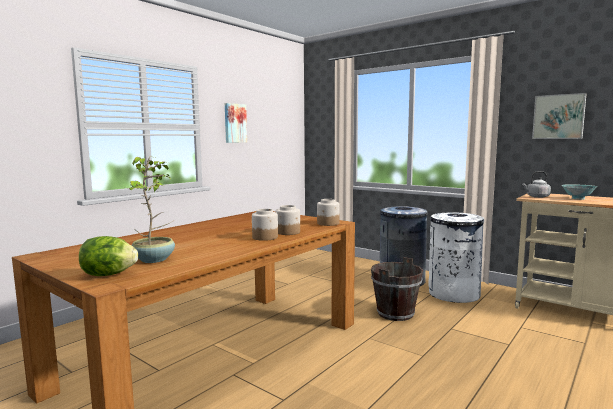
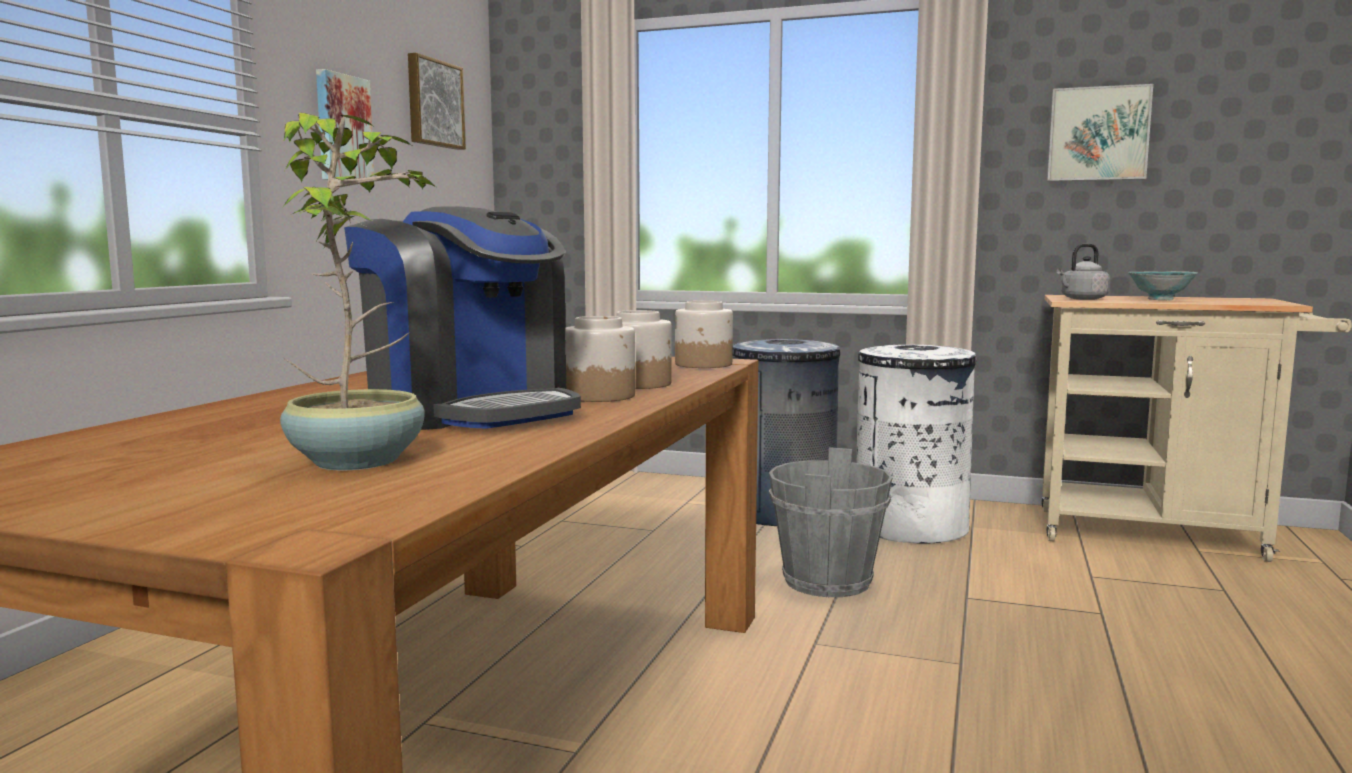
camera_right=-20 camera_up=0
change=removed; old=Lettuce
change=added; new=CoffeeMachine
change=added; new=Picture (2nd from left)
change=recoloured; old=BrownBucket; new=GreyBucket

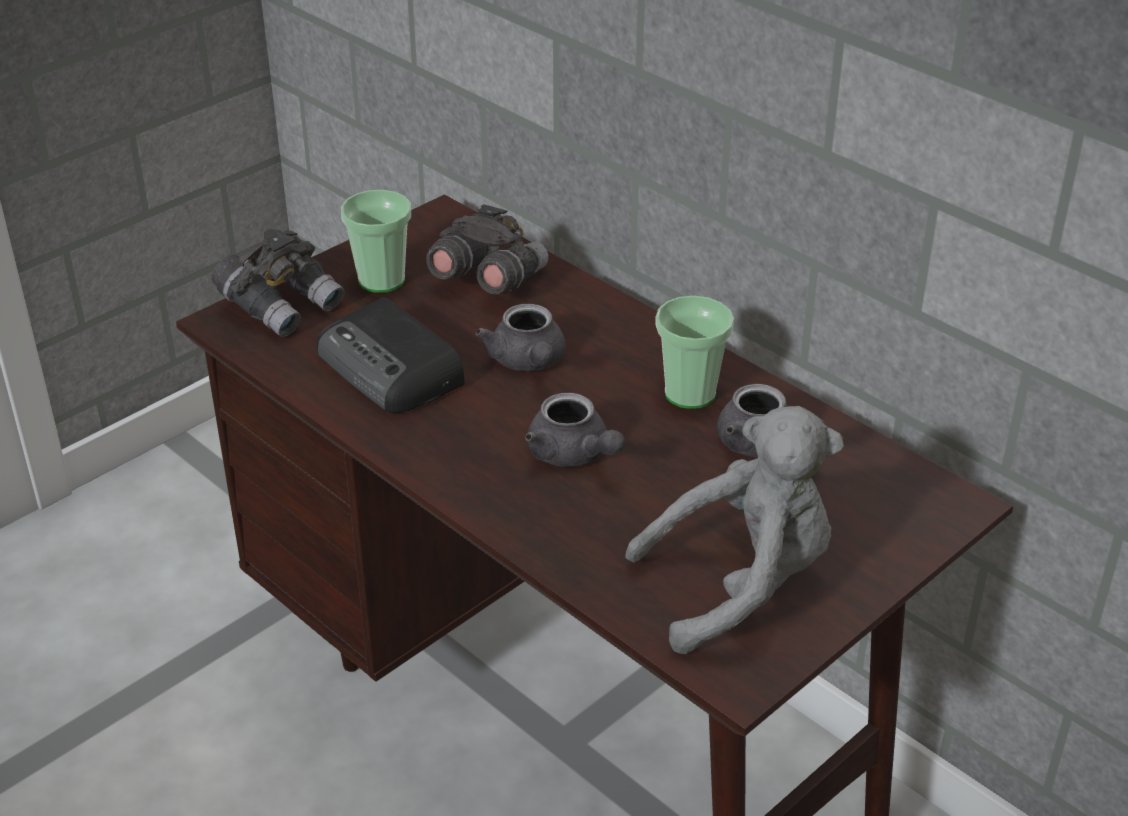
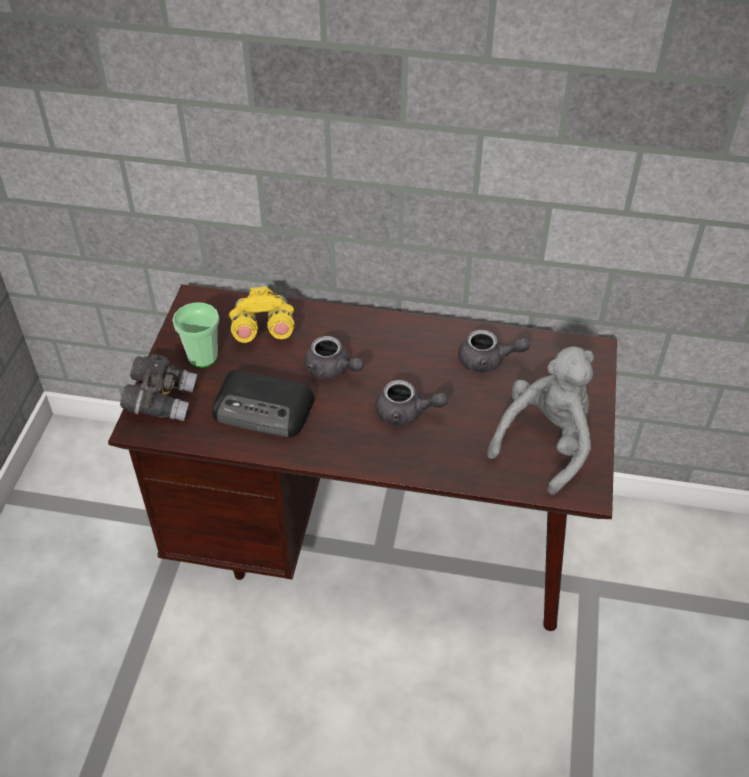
camera_right=-35 camera_up=10
change=removed; old=Cup (2nd from left)
change=recoloured; old=GreyBinoculars (2nd from left); new=YellowBinoculars

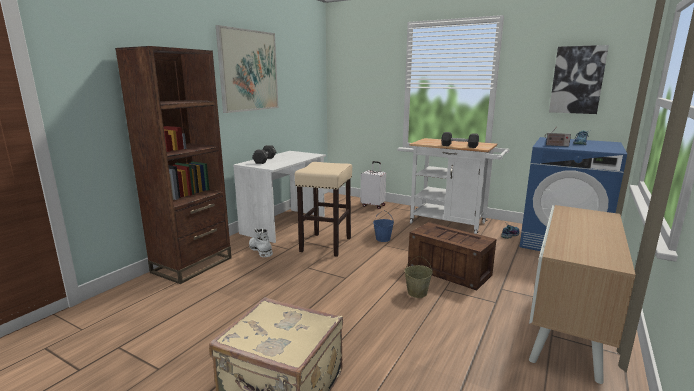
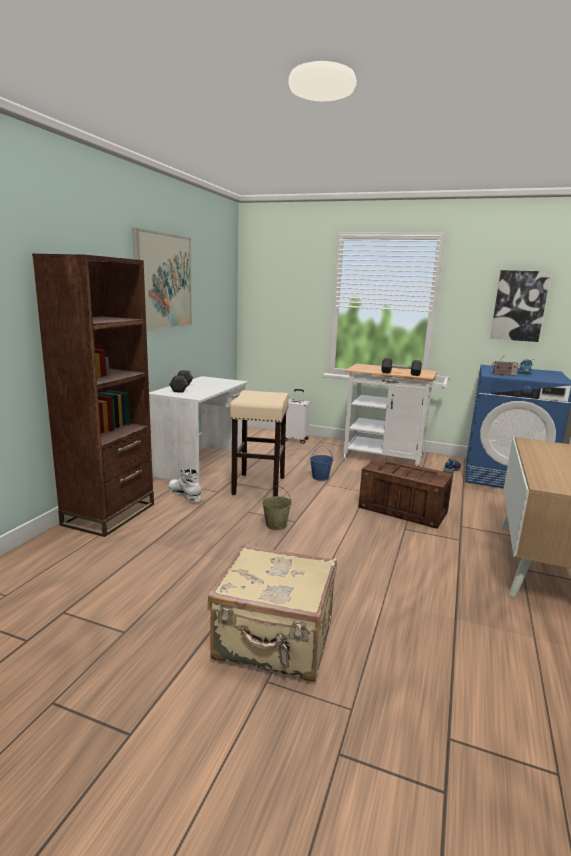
camera_right=-10 camera_up=0
change=moved; old=BeigeBucket

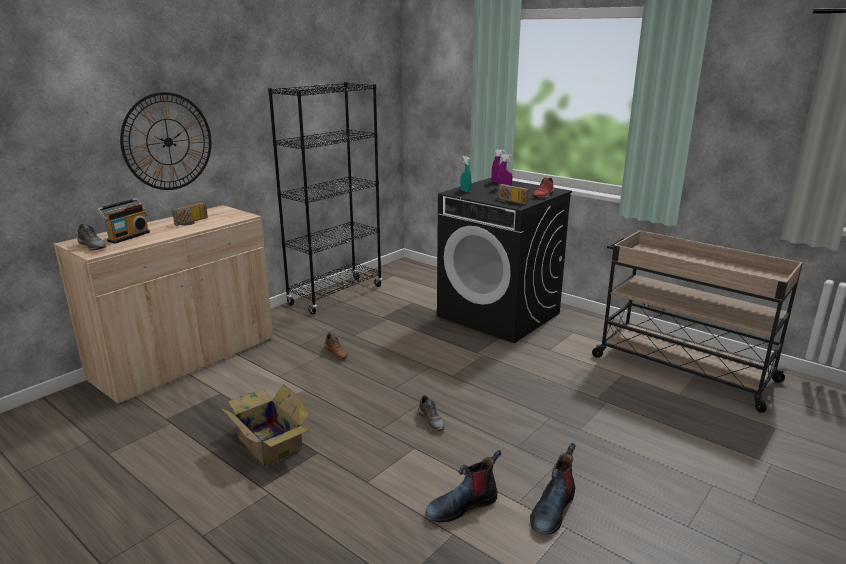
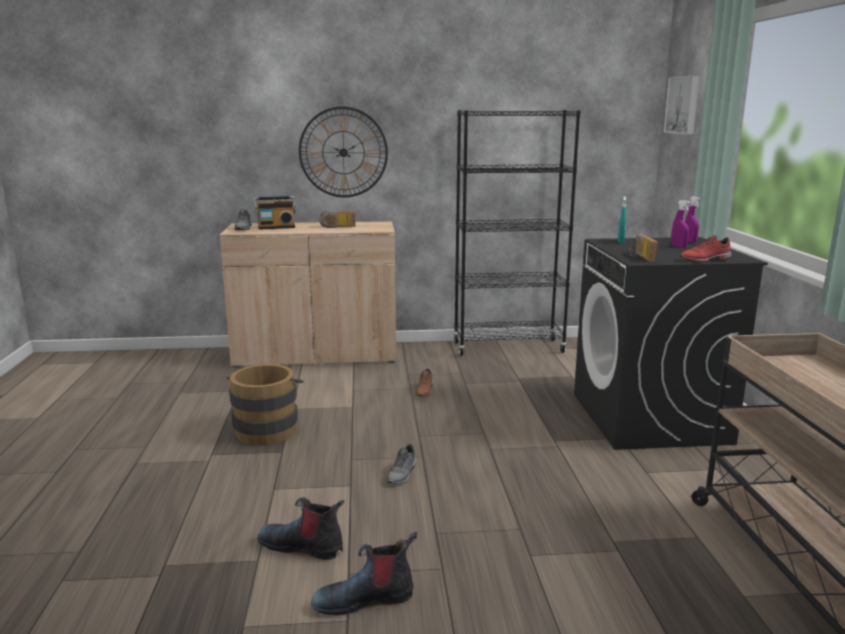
camera_right=45 camera_up=-5
change=added; new=Picture
change=replaced; old=CardboardBox; new=BrownBucket

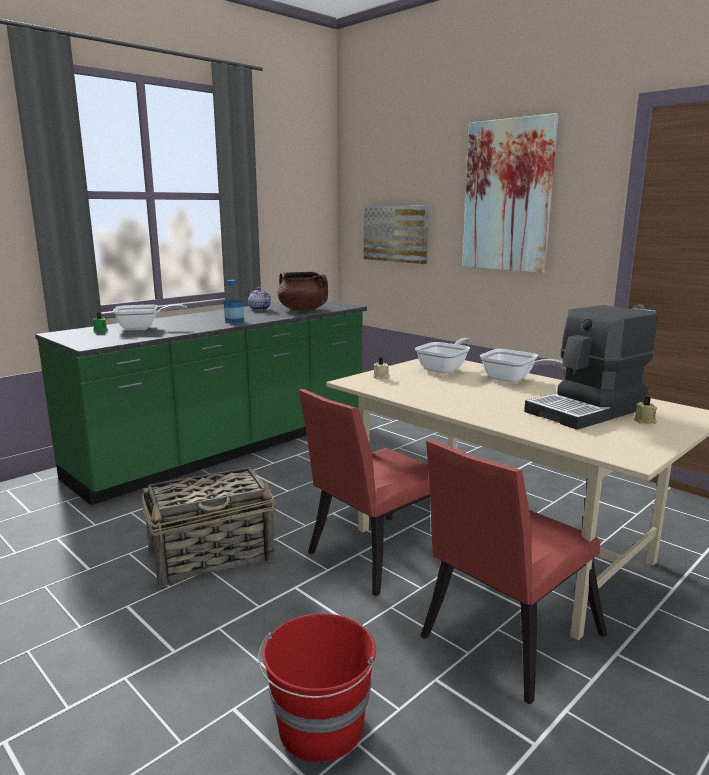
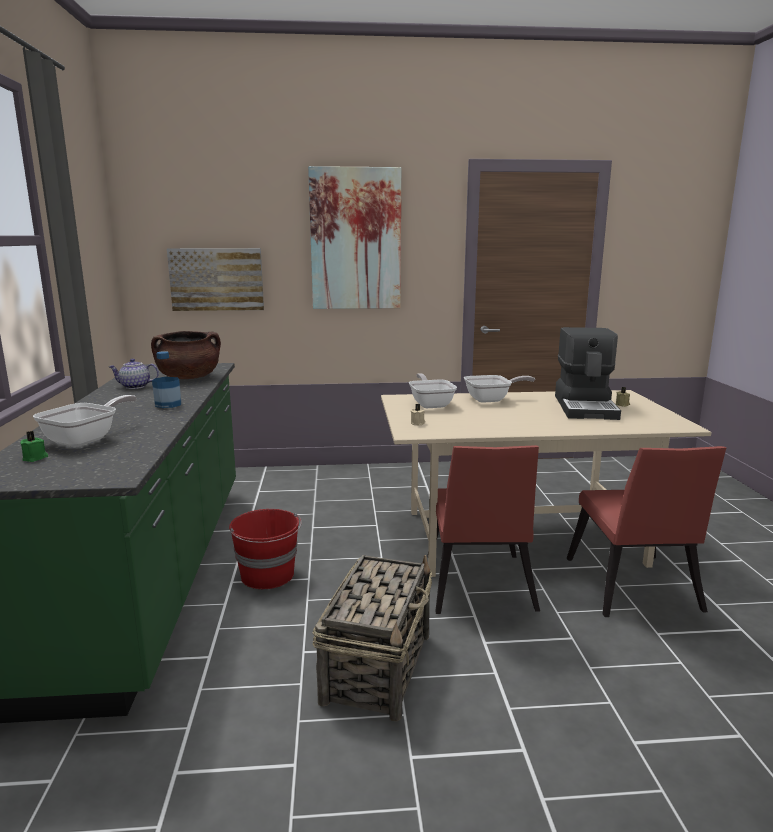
camera_right=-50 camera_up=0
change=moved; old=RedBucket

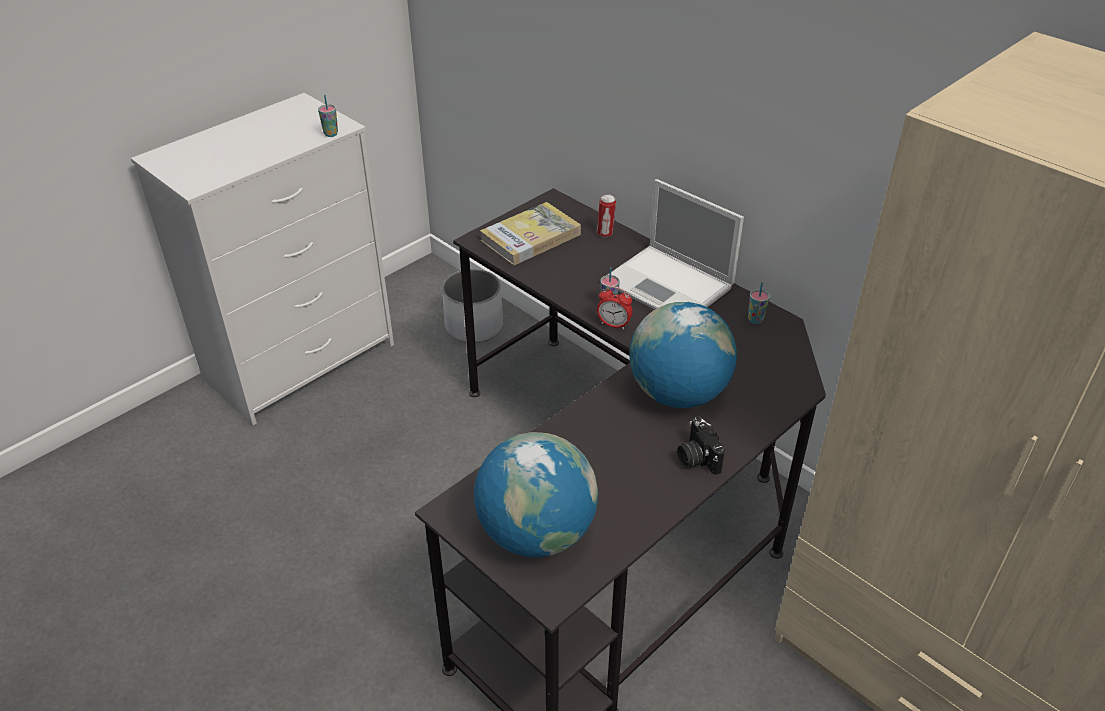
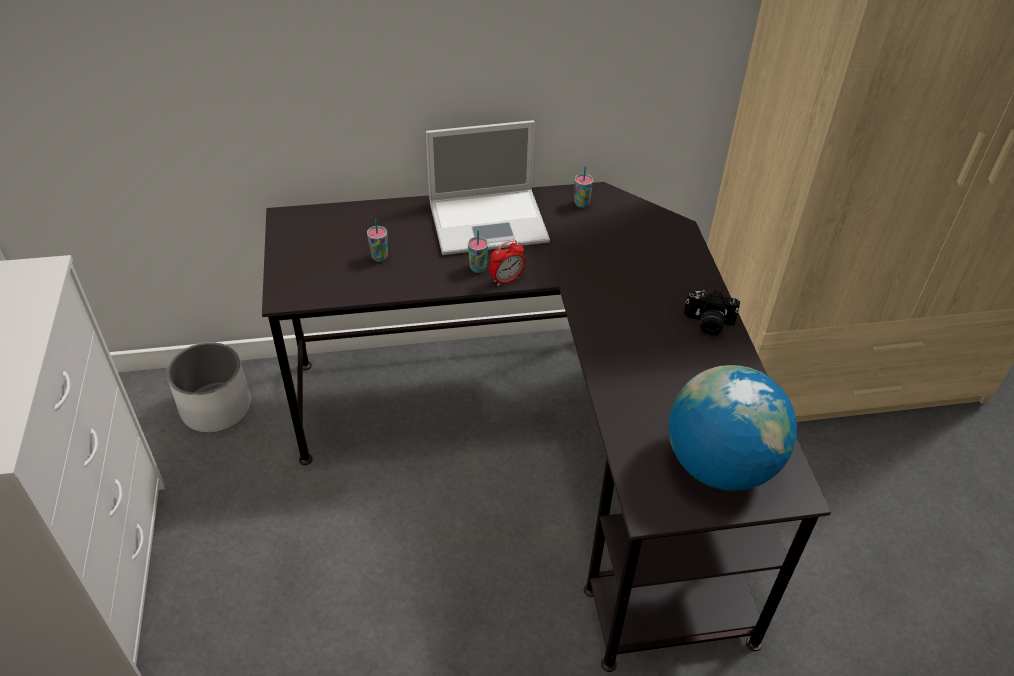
camera_right=-55 camera_up=5
change=removed; old=Book
change=removed; old=Can
change=removed; old=Globe (2nd from left)
change=moved; old=Cup (1st from left)

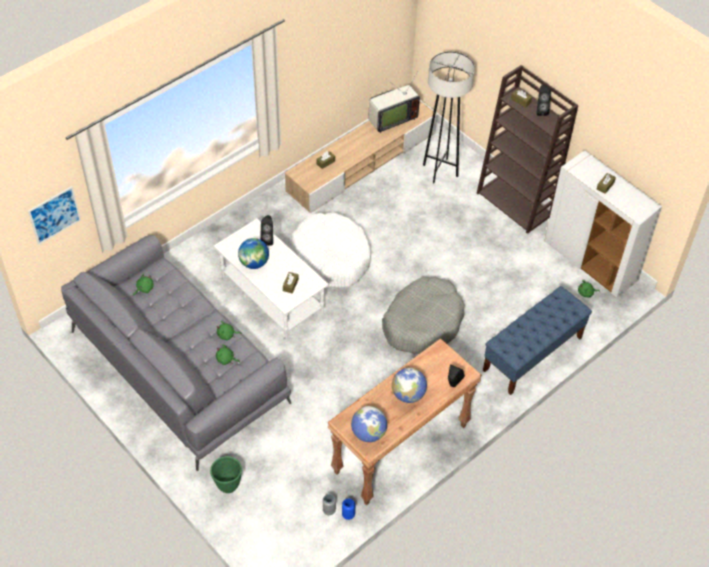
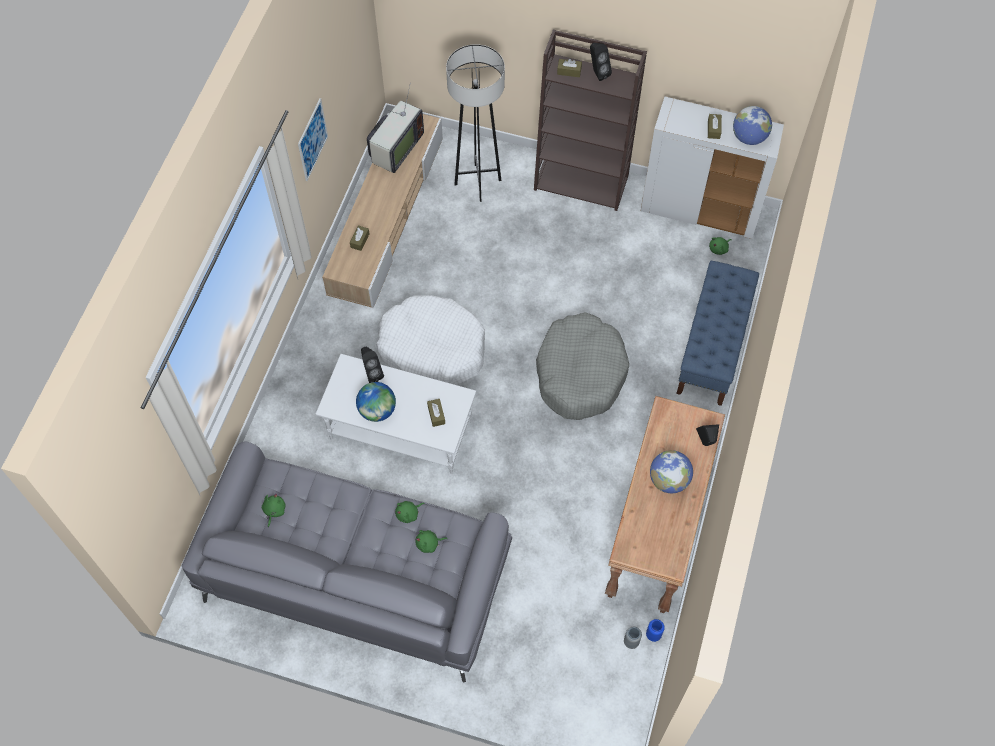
camera_right=-30 camera_up=10
change=removed; old=GreenPlanter
change=moved; old=Picture
change=moved; old=Globe (2nd from left in the first image); new=Globe (3rd from left)

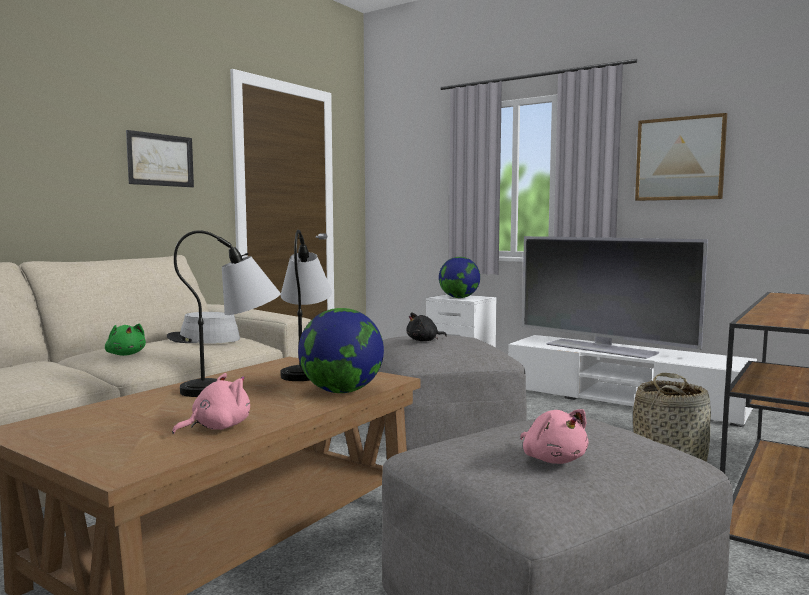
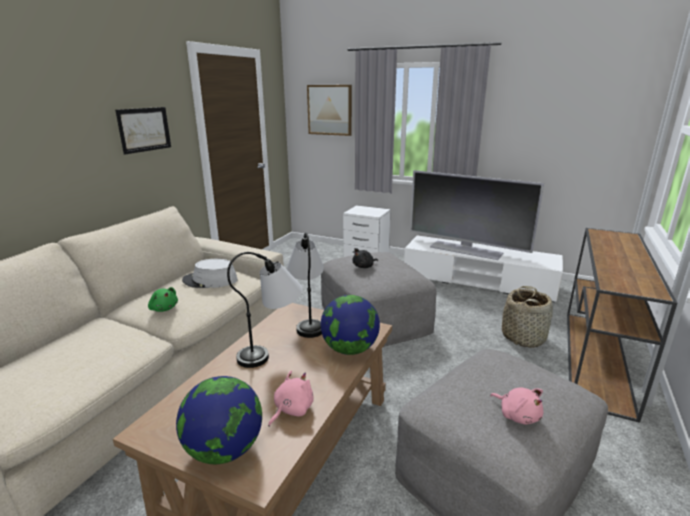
camera_right=-10 camera_up=15
change=moved; old=Globe (2nd from left in the first image); new=Globe (1st from left)
change=moved; old=Picture (2nd from left)

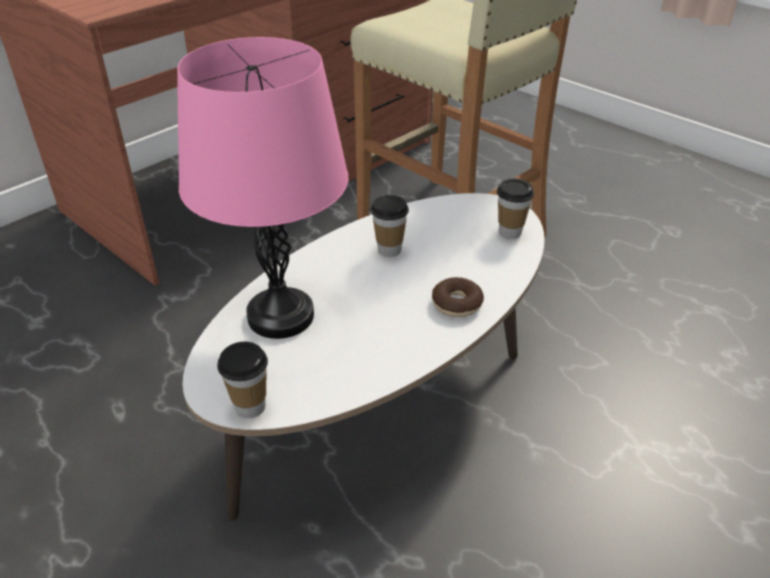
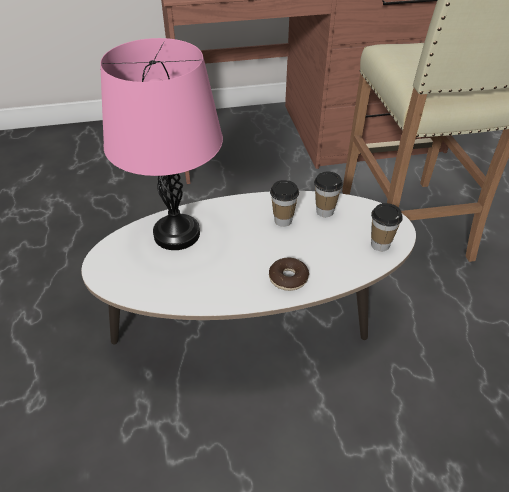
camera_right=35 camera_up=5
change=moved; old=Cup (1st from left in the first image); new=Cup (2nd from left)

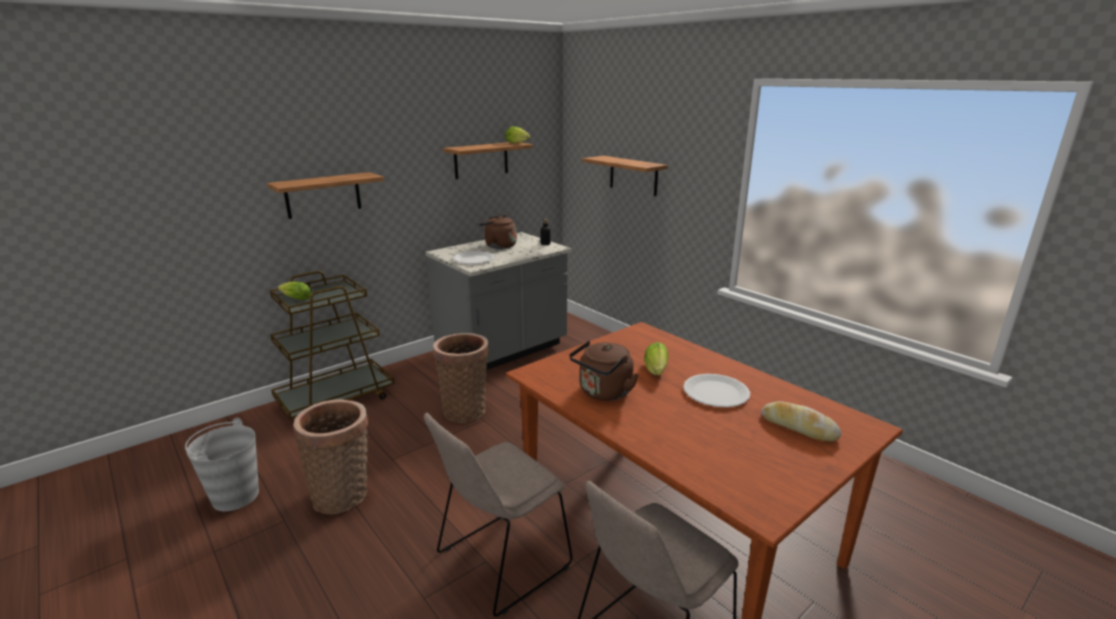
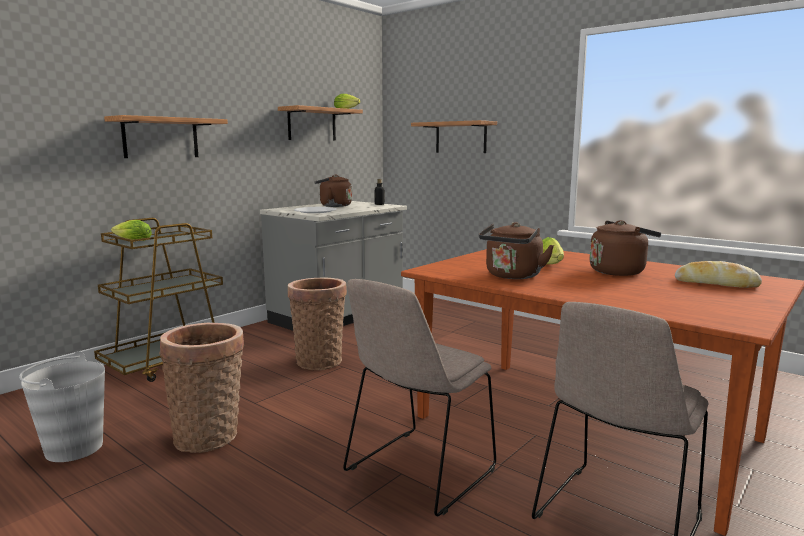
camera_right=-10 camera_up=-10
change=replaced; old=WhitePlate (2nd from left); new=BrownKettle (3rd from left)

